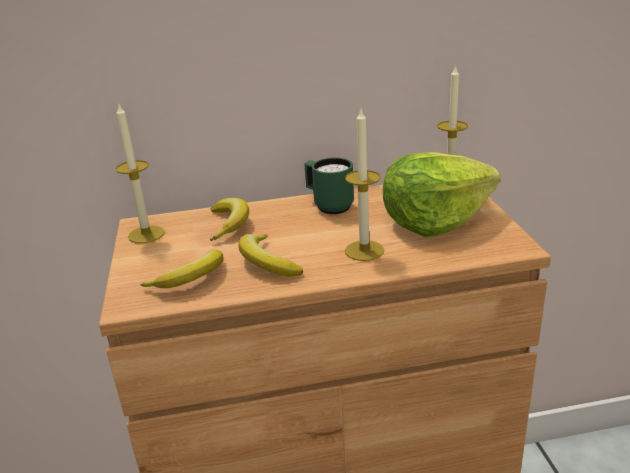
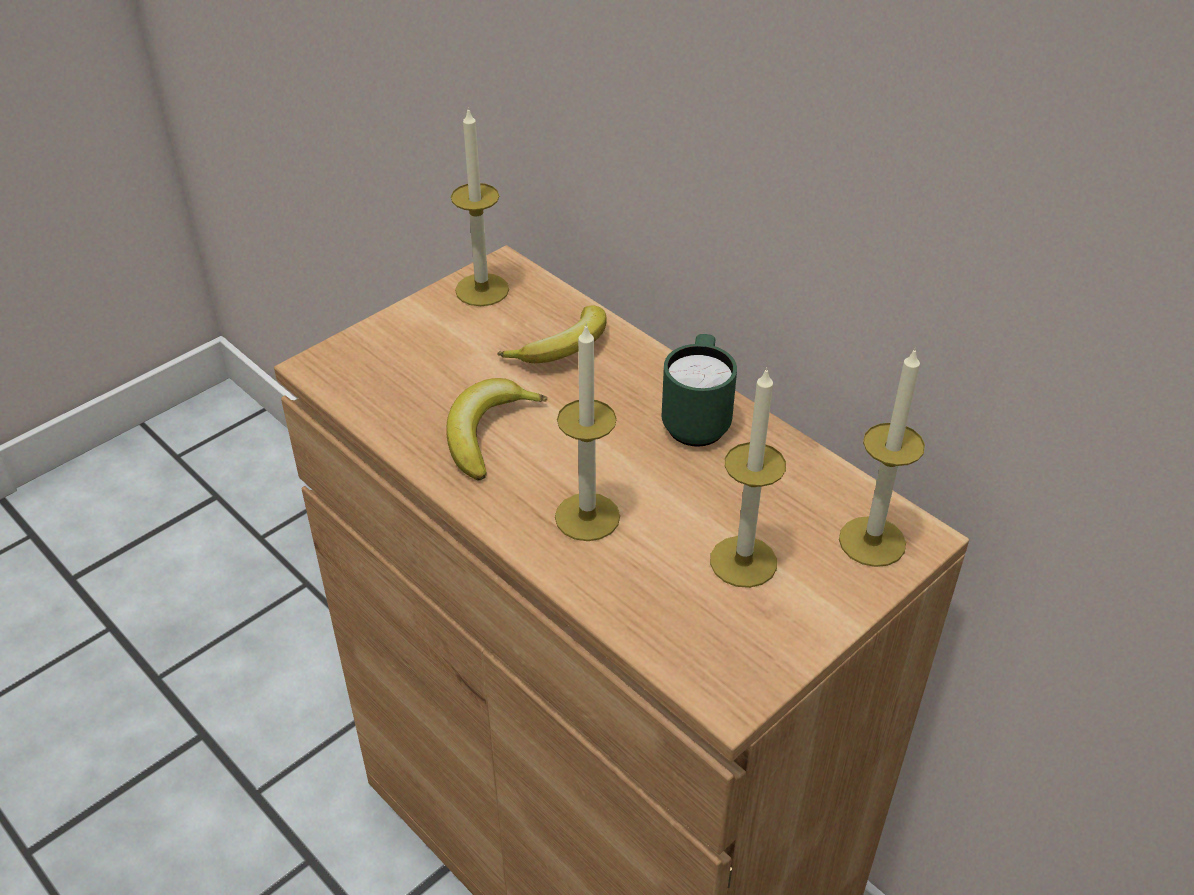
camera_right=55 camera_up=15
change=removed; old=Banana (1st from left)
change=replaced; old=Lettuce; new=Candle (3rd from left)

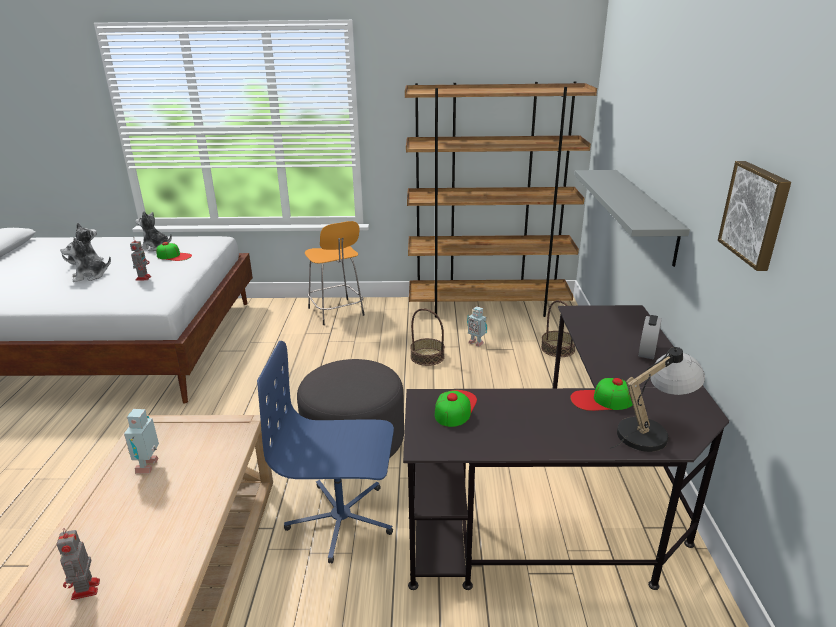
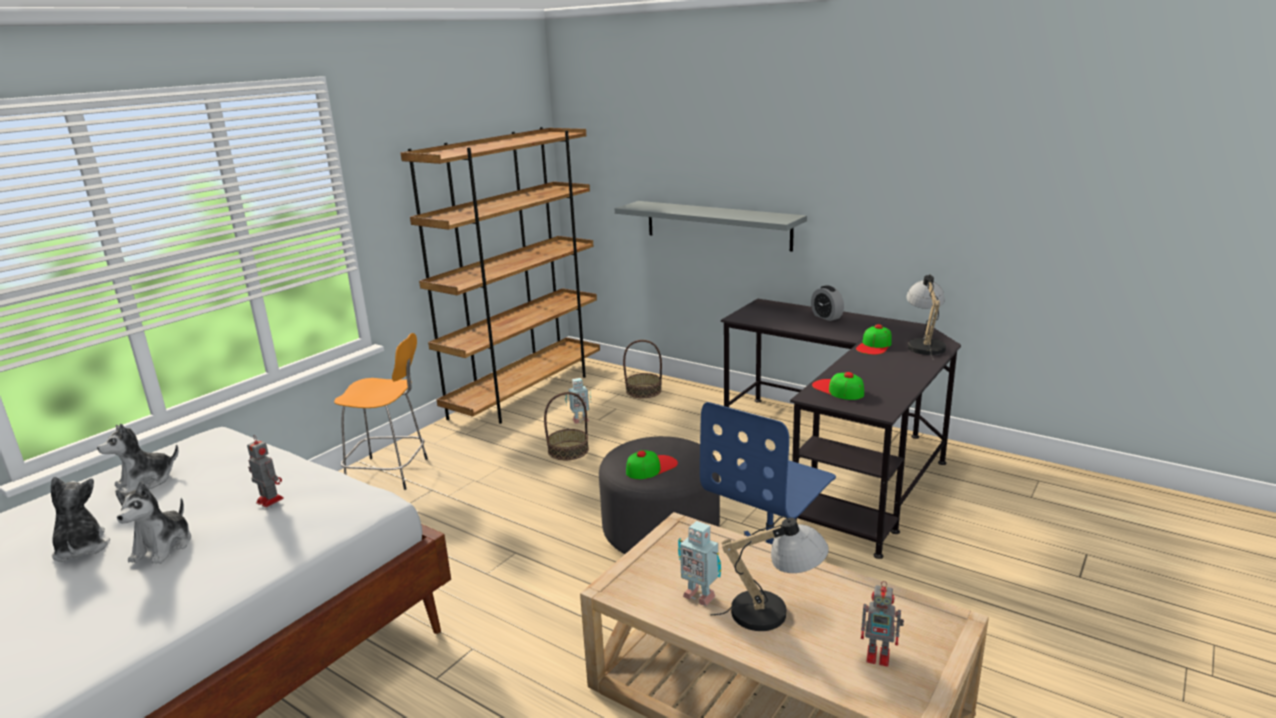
camera_right=-55 camera_up=-5
change=removed; old=Picture
change=added; new=TableLamp (1st from left)
change=moved; old=Cap (1st from left)

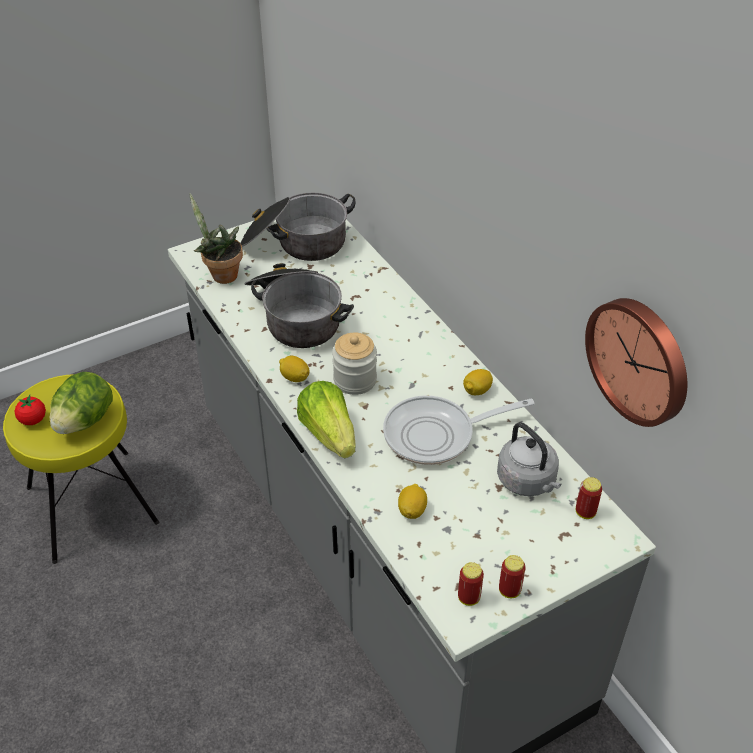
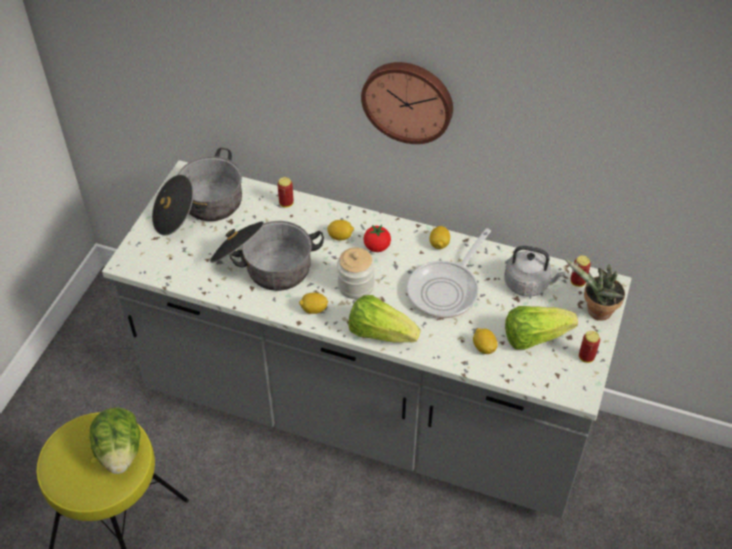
camera_right=-40 camera_up=5
change=added; new=Lemon (2nd from left)
change=added; new=Lettuce (3rd from left)
change=moved; old=Tomato
change=moved; old=PottedPlant
change=moved; old=Can (1st from left)
change=moved; old=WallClock

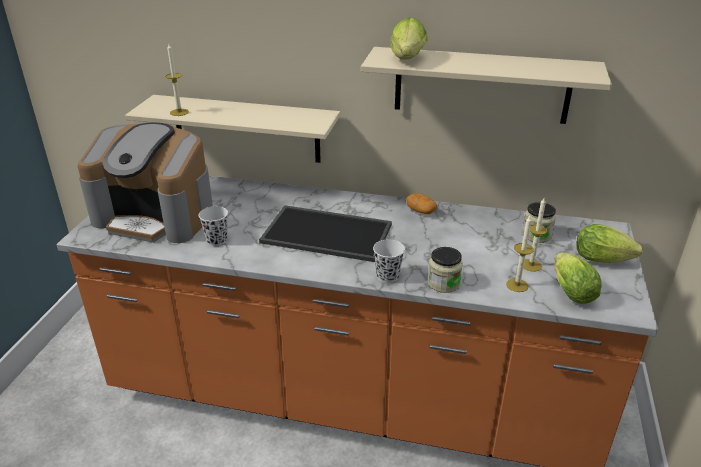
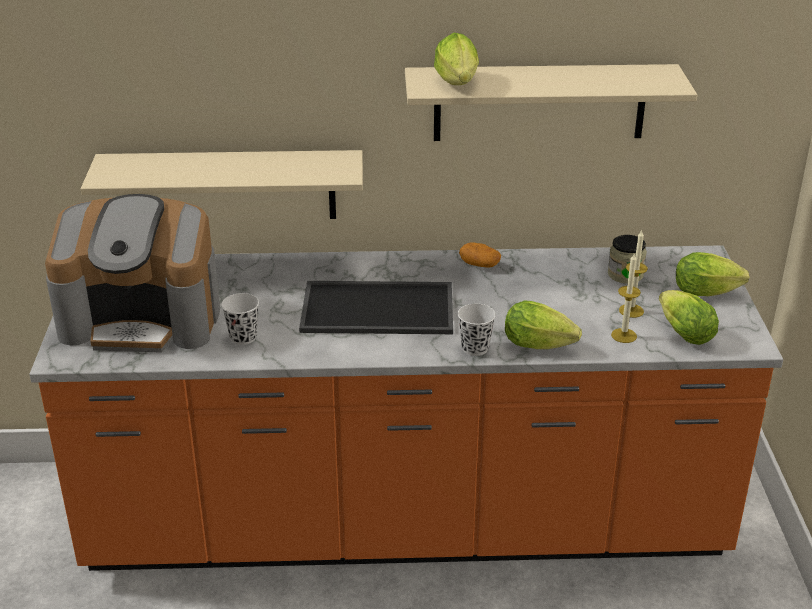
camera_right=-15 camera_up=0
change=removed; old=Candle (1st from left)
change=replaced; old=Jar (1st from left); new=Lettuce (2nd from left)

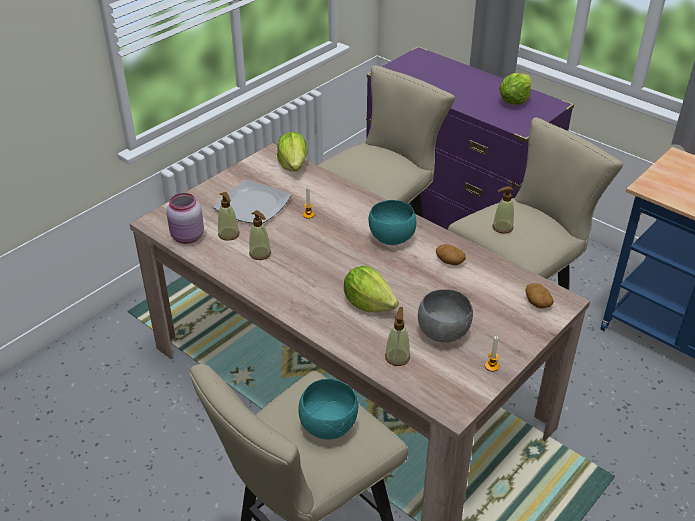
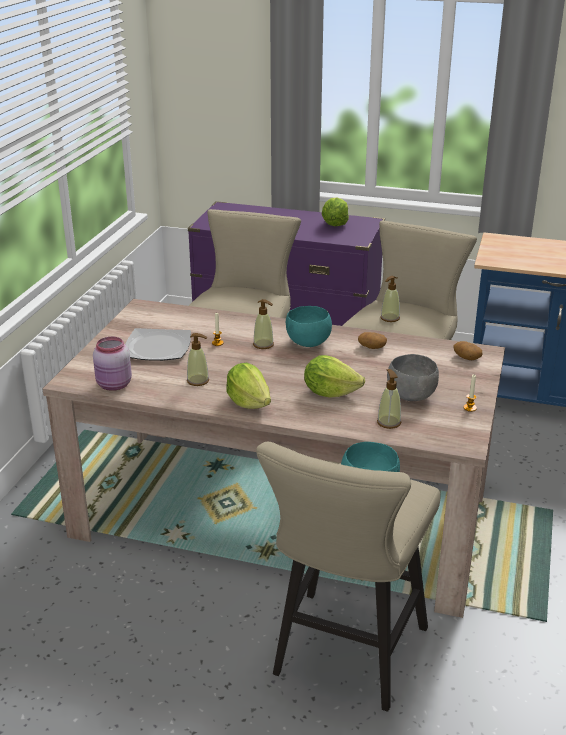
camera_right=-25 camera_up=-10
change=moved; old=SoapDispenser (1st from left in the first image); new=SoapDispenser (2nd from left)
change=moved; old=Lettuce (1st from left)

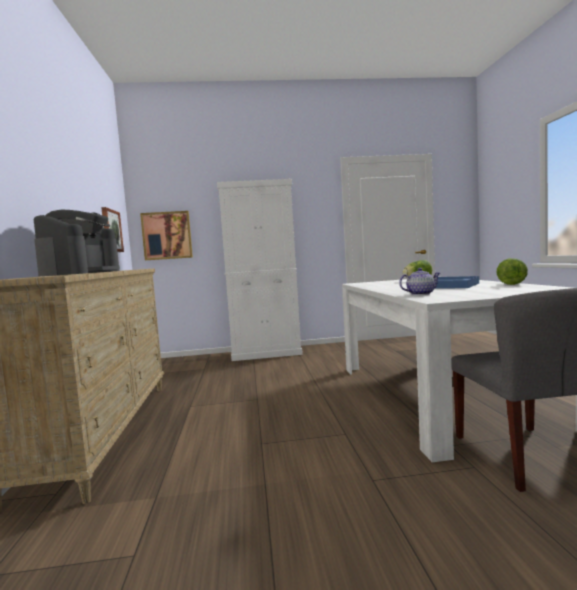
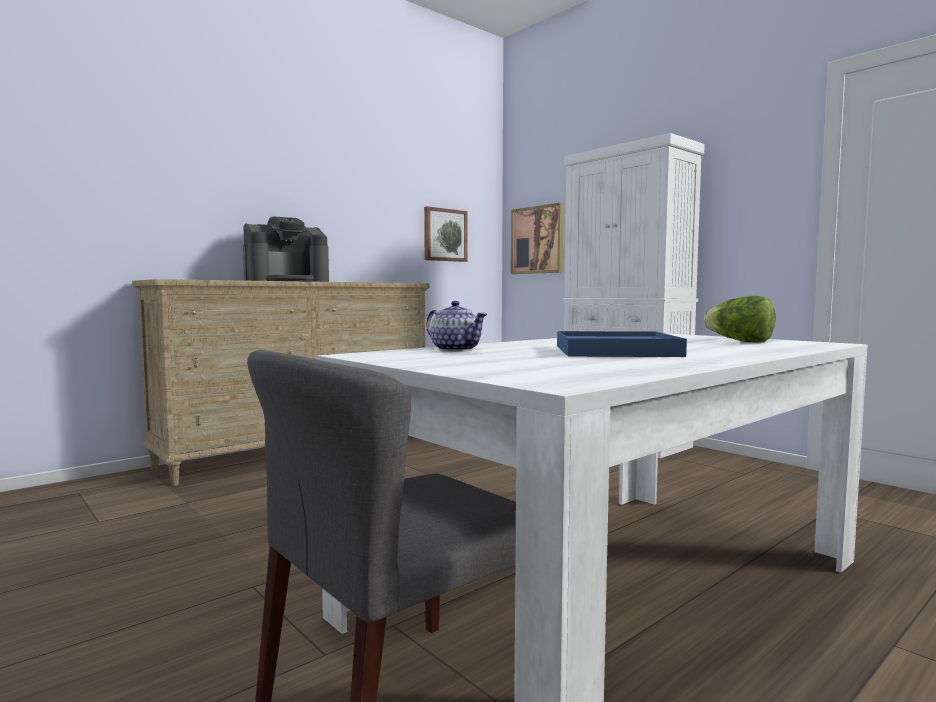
camera_right=55 camera_up=0
change=removed; old=Lettuce (2nd from left)

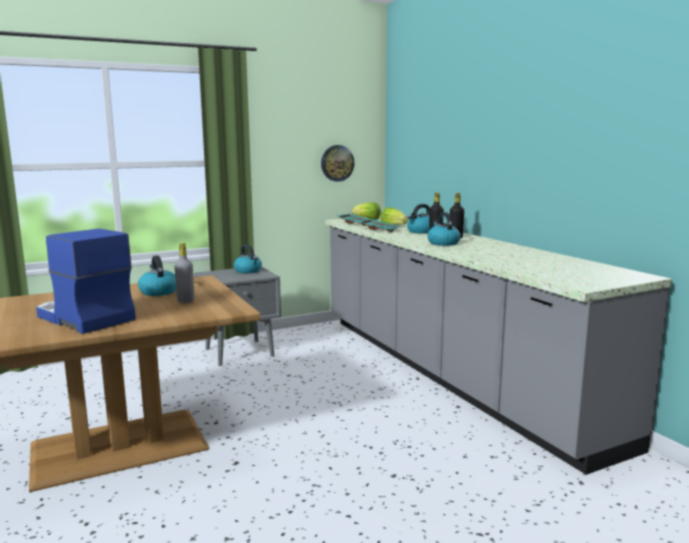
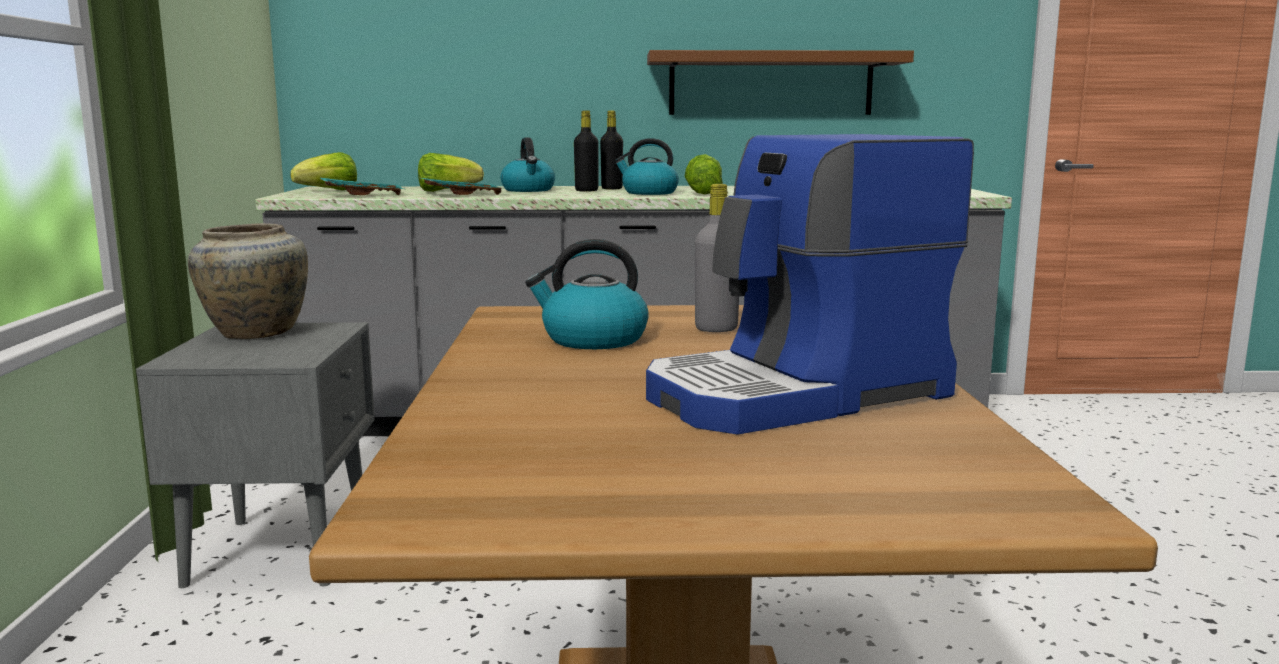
camera_right=-65 camera_up=0
change=removed; old=WallClock
change=added; new=BrownShelf
change=added; new=Lettuce (3rd from left)
change=replaced; old=Kettle (2nd from left); new=BeigeVase

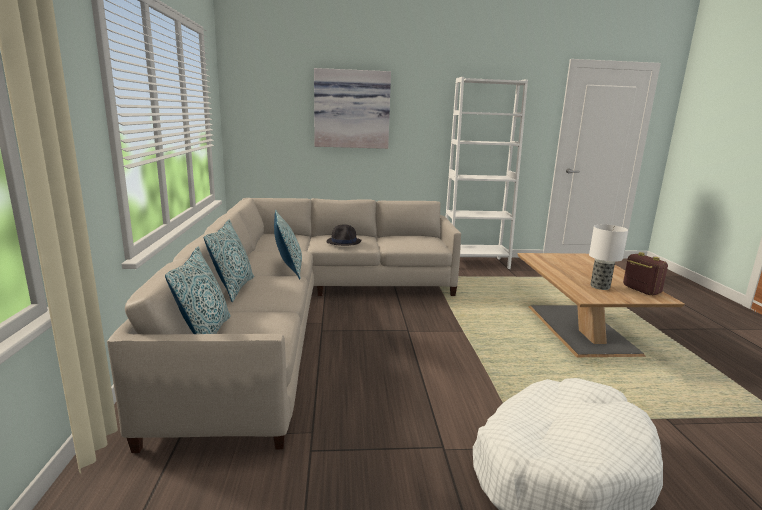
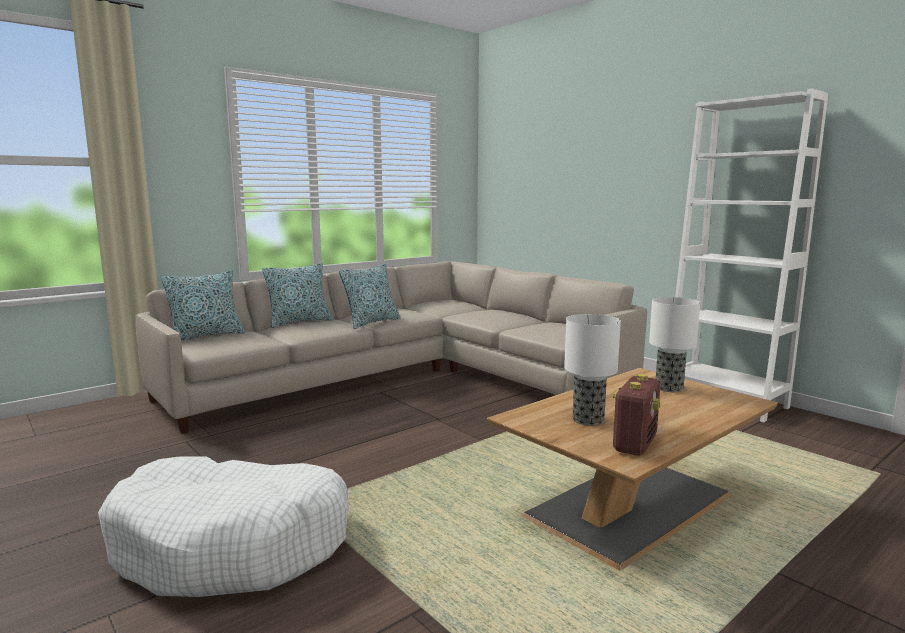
camera_right=55 camera_up=-5
change=removed; old=Picture
change=removed; old=BlackHat
change=added; new=TableLamp (2nd from left)

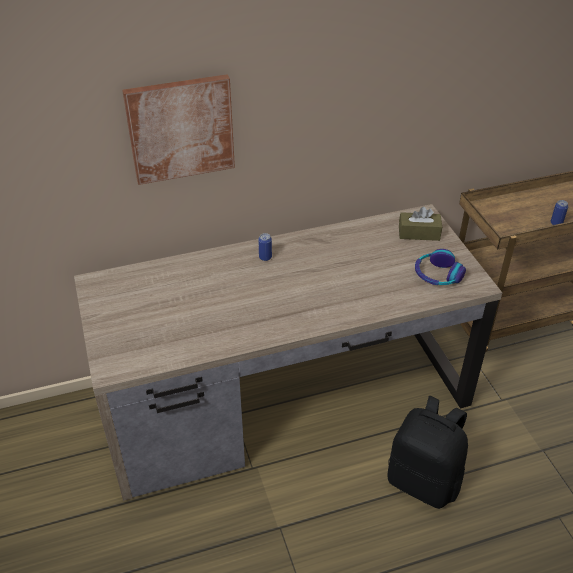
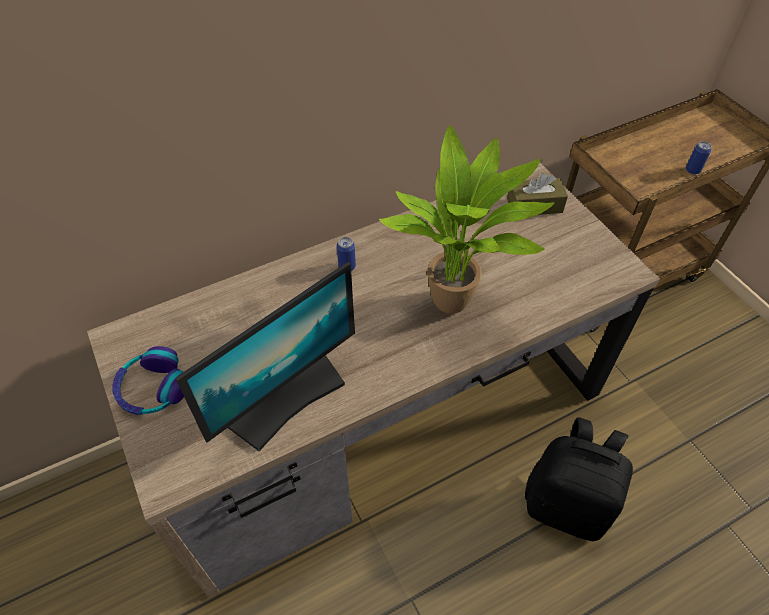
camera_right=-10 camera_up=10
change=removed; old=Picture
change=added; new=Monitor
change=added; new=PottedPlant
change=moved; old=Headphones

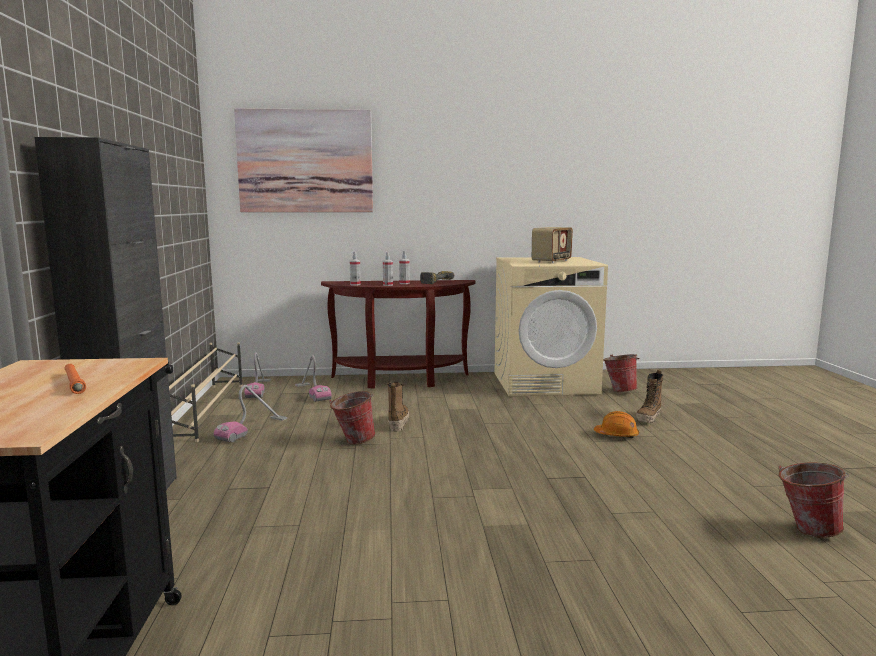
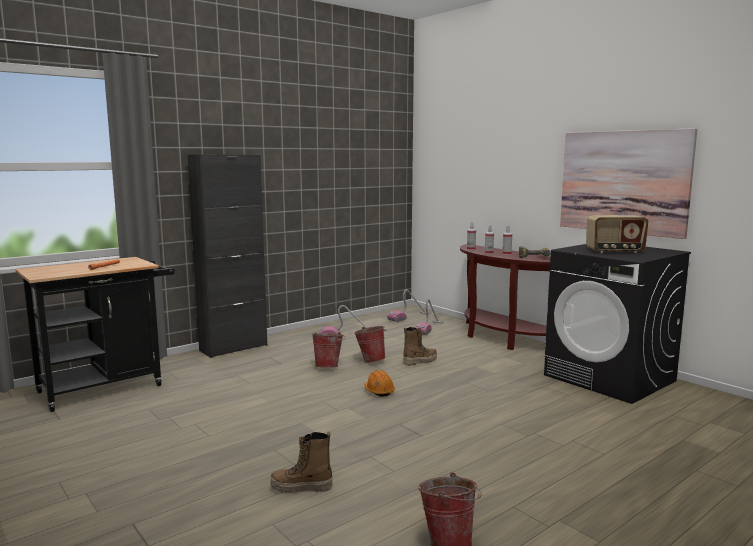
camera_right=55 camera_up=0
change=removed; old=BeigeShoeRack
change=moved; old=Picture
change=moved; old=OrangeHardHat
change=moved; old=Bucket (2nd from left in the first image); new=Bucket (1st from left)
change=moved; old=Boot (2nd from left in the first image); new=Boot (1st from left)
change=recoloured; old=BeigeWashingMachine; new=BlackWashingMachine

